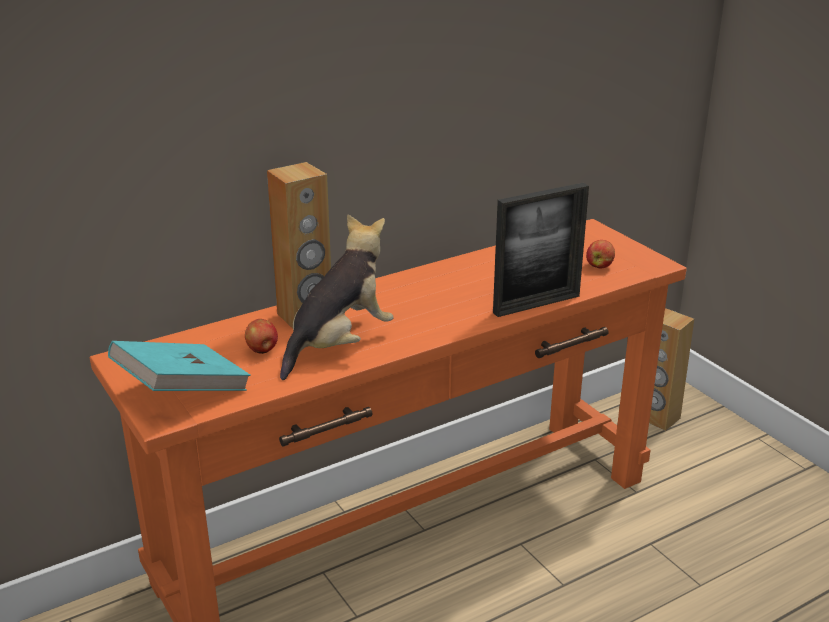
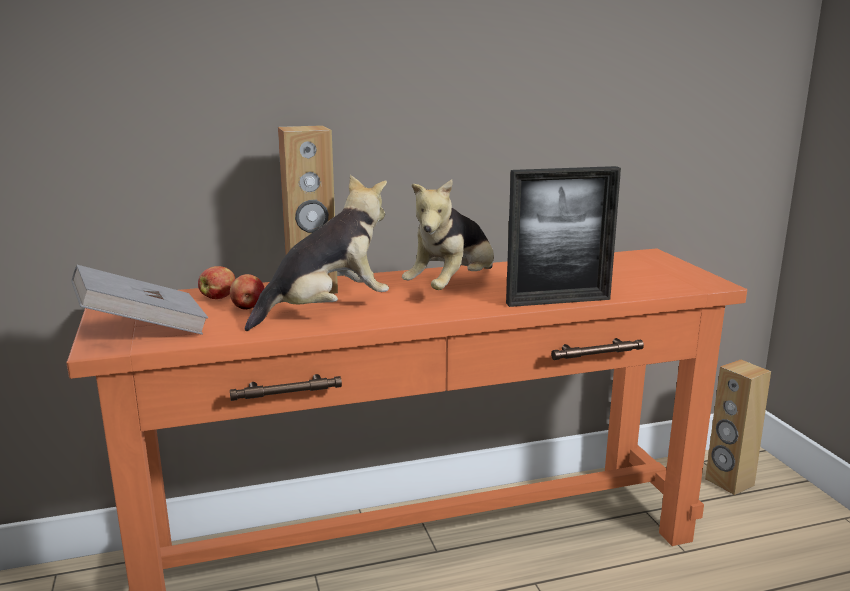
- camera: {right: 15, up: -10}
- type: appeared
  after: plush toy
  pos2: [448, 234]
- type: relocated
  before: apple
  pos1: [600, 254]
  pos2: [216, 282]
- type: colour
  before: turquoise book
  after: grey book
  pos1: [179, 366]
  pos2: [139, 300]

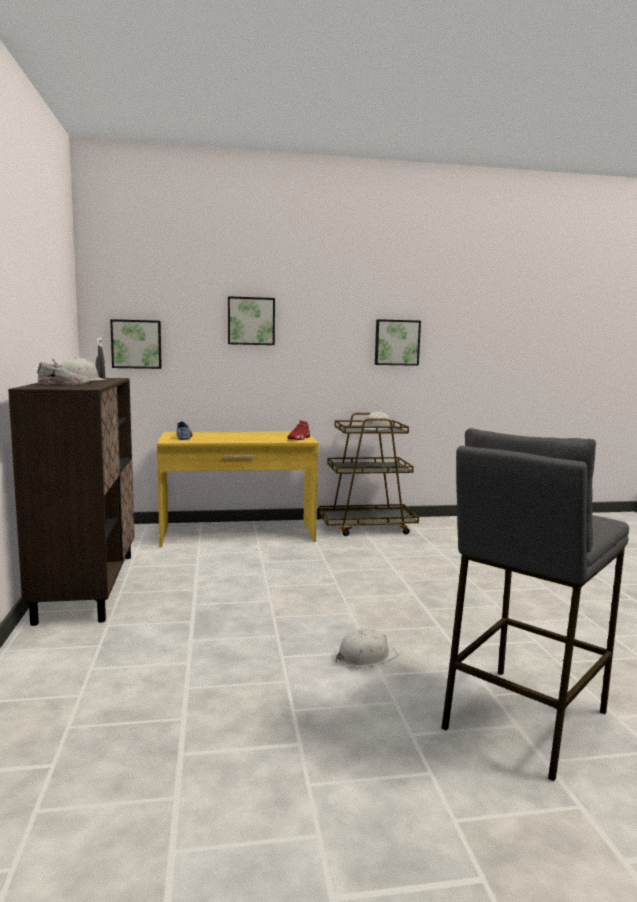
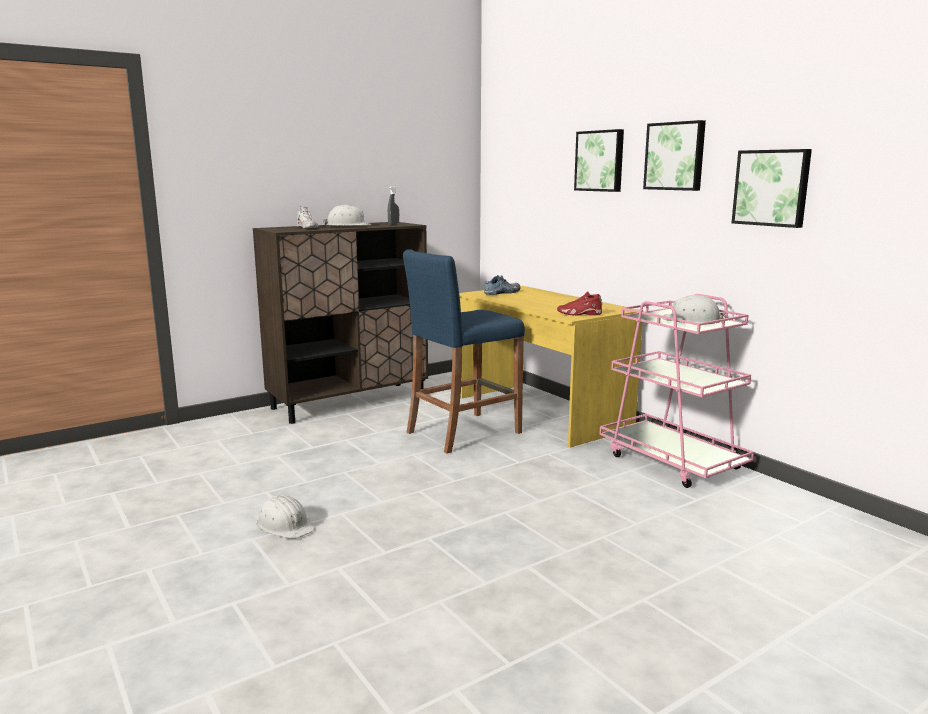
- camera: {right: 65, up: 5}
- type: missing
  before: grey stool
  pos1: [535, 604]
- type: appeared
  after: blue stool
  pos2: [464, 351]
- type: relocated
  before: picture
  pos1: [136, 344]
  pos2: [674, 155]
- type: colour
  before: brown cart
  after: pink cart
  pos1: [369, 474]
  pos2: [676, 391]

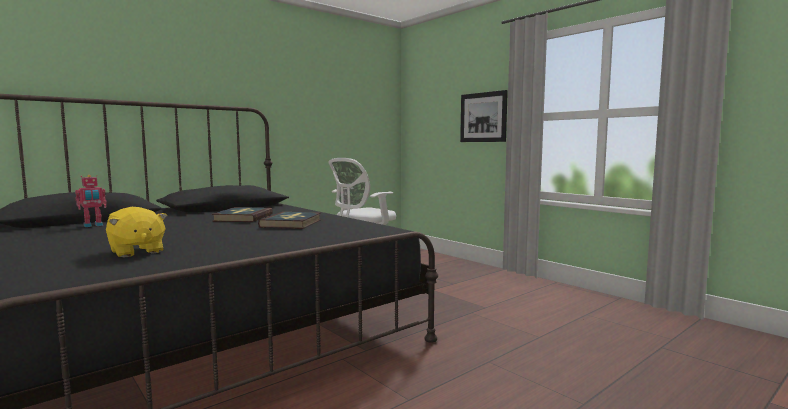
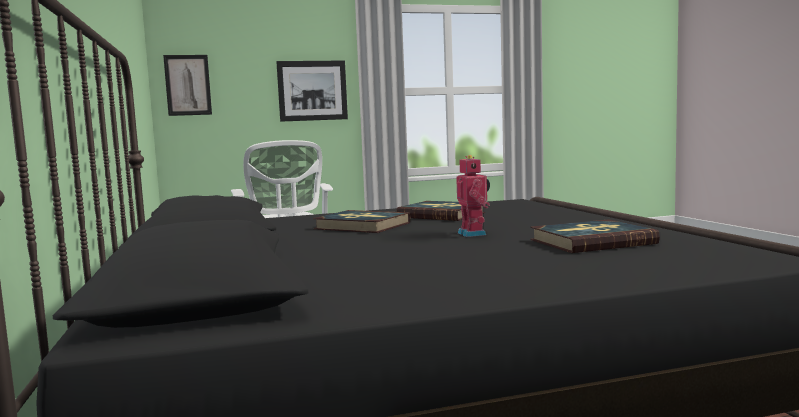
- camera: {right: -65, up: 0}
- type: appeared
  after: picture
  pos2: [187, 85]
- type: relocated
  before: toy robot
  pos1: [91, 201]
  pos2: [473, 196]
- type: exchanged
  before: yellow plush toy
  after: book
  pos1: [137, 232]
  pos2: [595, 236]

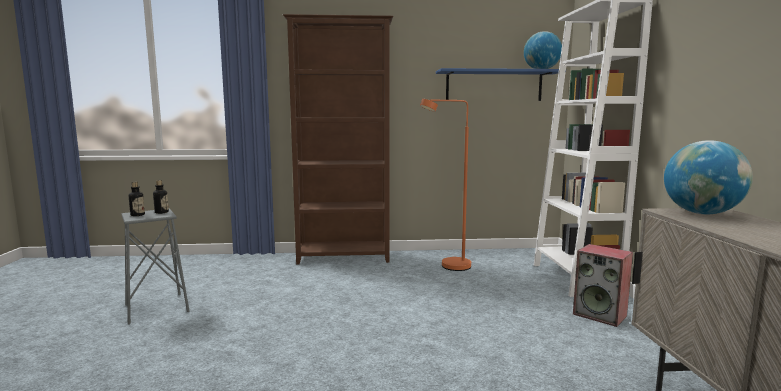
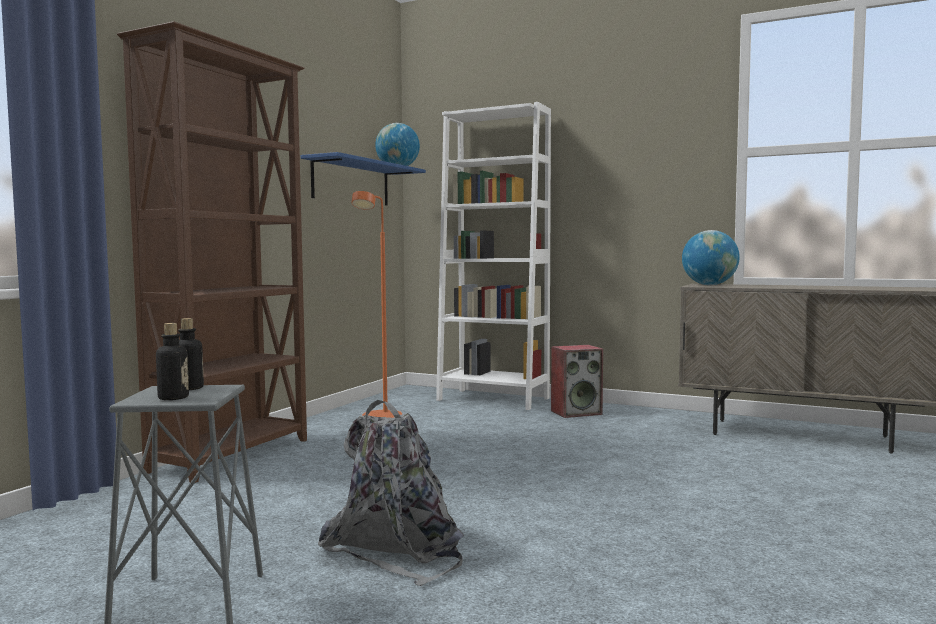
- camera: {right: -60, up: -5}
- type: appeared
  after: grey backpack
  pos2: [391, 493]

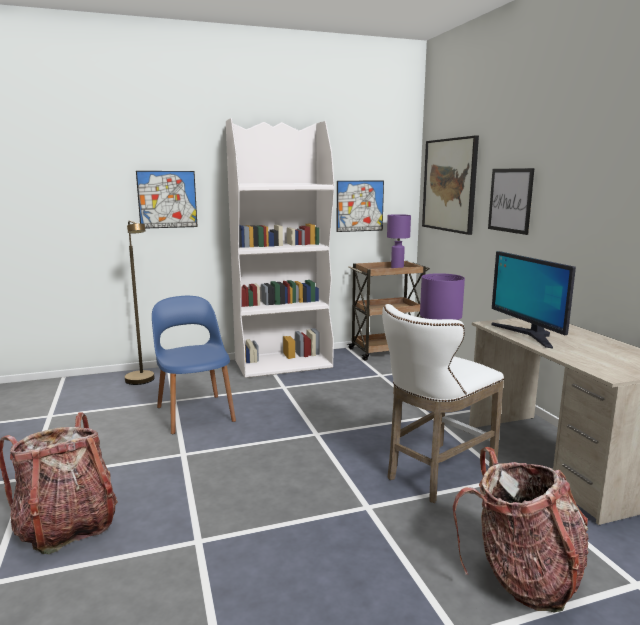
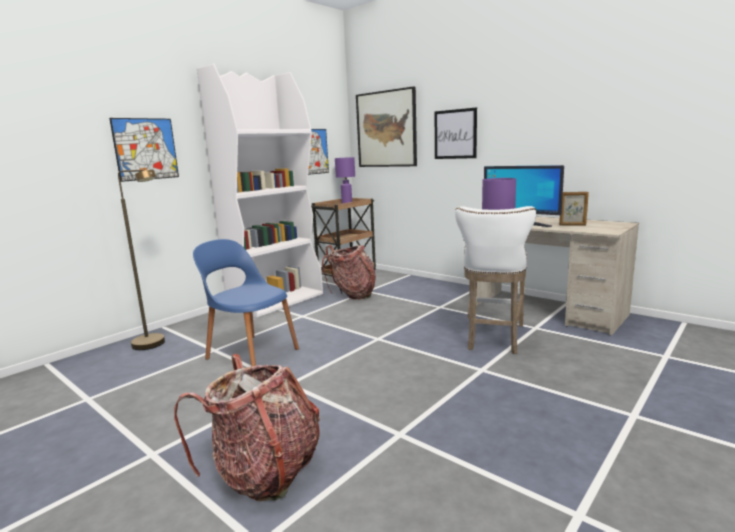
- camera: {right: -30, up: 0}
- type: appeared
  after: picture frame
  pos2: [574, 208]
- type: relocated
  before: backpack
  pos1: [520, 529]
  pos2: [349, 272]

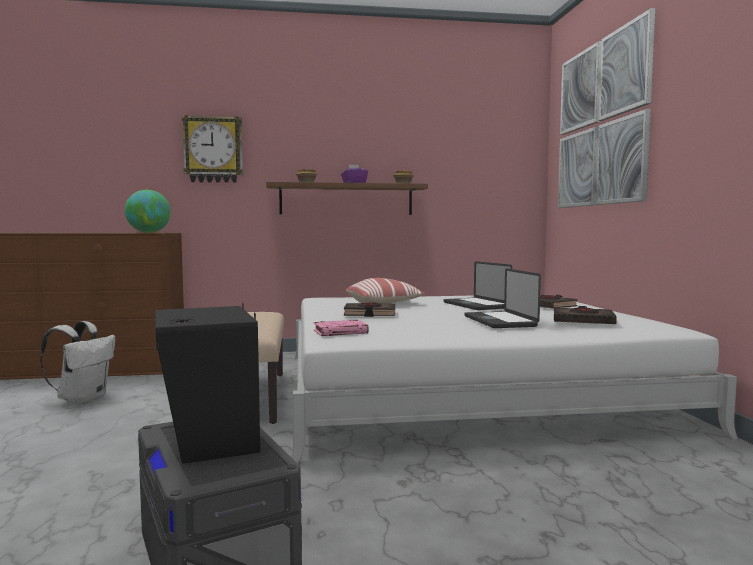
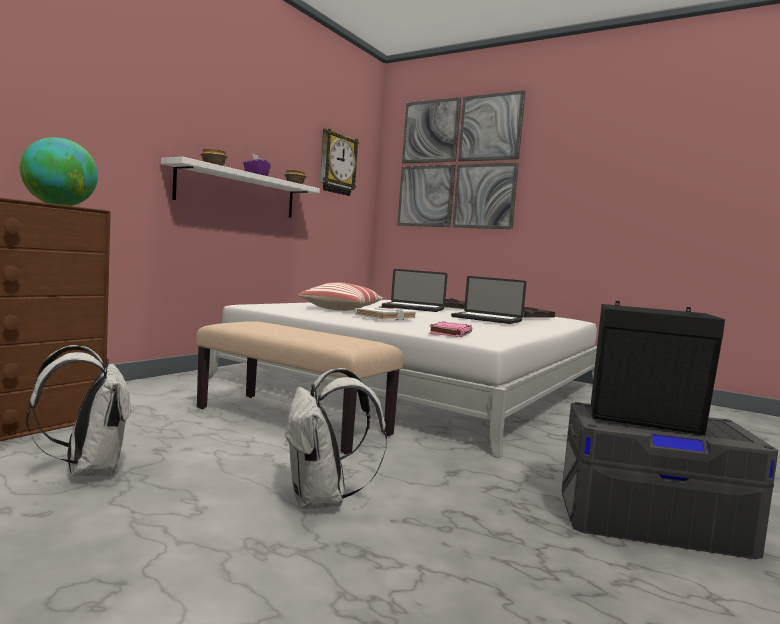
- camera: {right: -50, up: 0}
- type: appeared
  after: white backpack
  pos2: [335, 438]
- type: relocated
  before: wall clock
  pos1: [212, 149]
  pos2: [339, 162]
- type: colour
  before: brown shelf
  after: white shelf
  pos1: [347, 198]
  pos2: [240, 187]
- type: colour
  before: black book
  after: white book
  pos1: [369, 309]
  pos2: [385, 313]

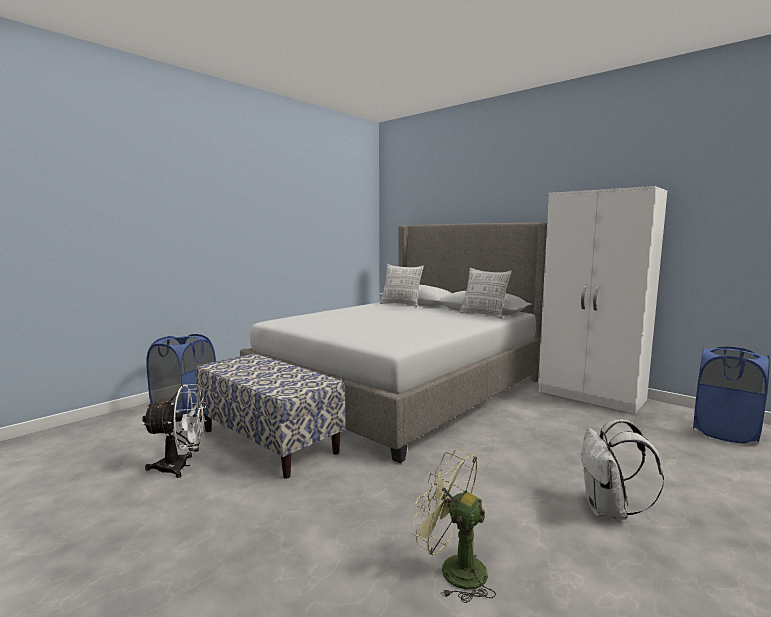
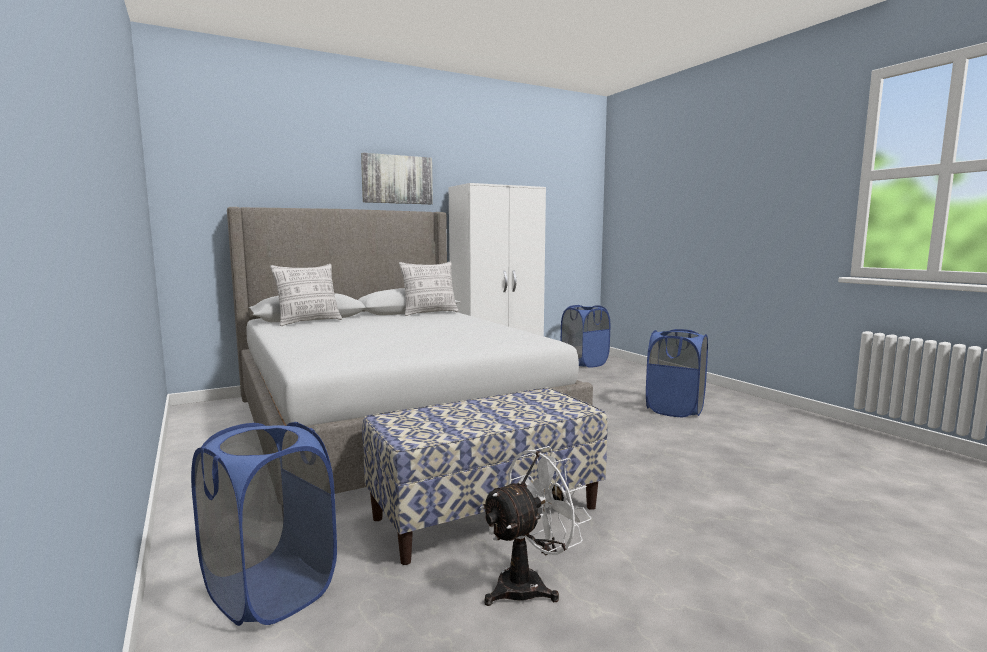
- camera: {right: -70, up: 0}
- type: missing
  before: green fan
  pos1: [453, 526]
- type: appeared
  after: picture
  pos2: [397, 178]
- type: exchanged
  before: white backpack
  after: blue laundry basket
  pos1: [622, 469]
  pos2: [677, 373]
- type: spun
  before: white fan
  pos1: [174, 431]
  pos2: [535, 526]
  turn: 45

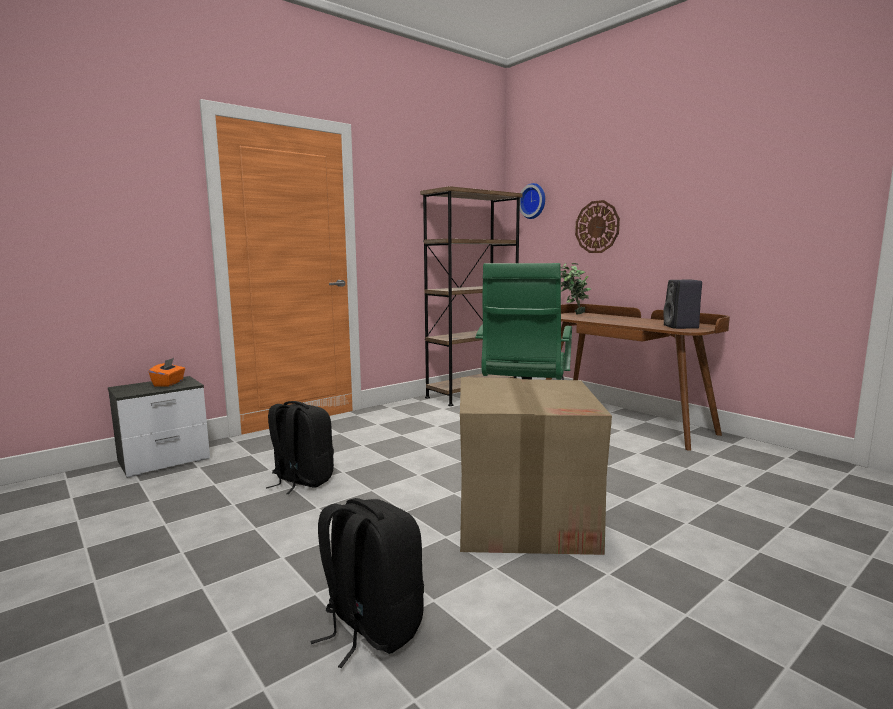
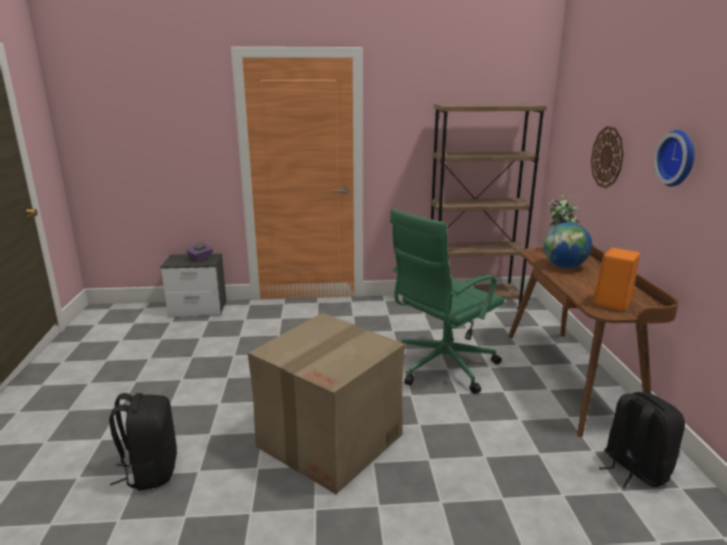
- camera: {right: 35, up: 10}
- type: appeared
  after: globe
  pos2: [568, 245]
- type: relocated
  before: black backpack
  pos1: [300, 447]
  pos2: [642, 440]
- type: relocated
  before: wall clock
  pos1: [532, 201]
  pos2: [674, 158]
- type: colour
  before: orange tissue box
  after: purple tissue box
  pos1: [167, 372]
  pos2: [199, 252]
- type: colour
  before: black speaker
  after: orange speaker
  pos1: [682, 304]
  pos2: [617, 279]

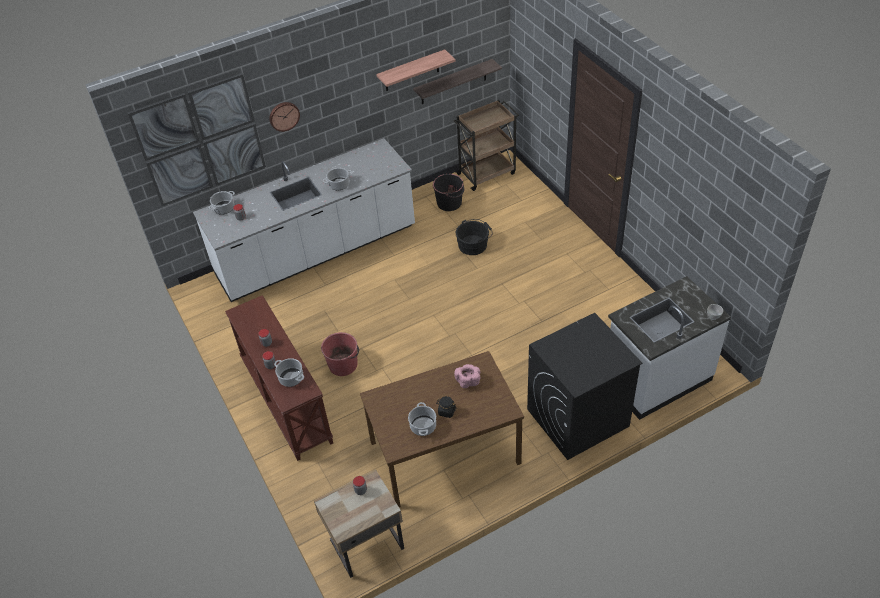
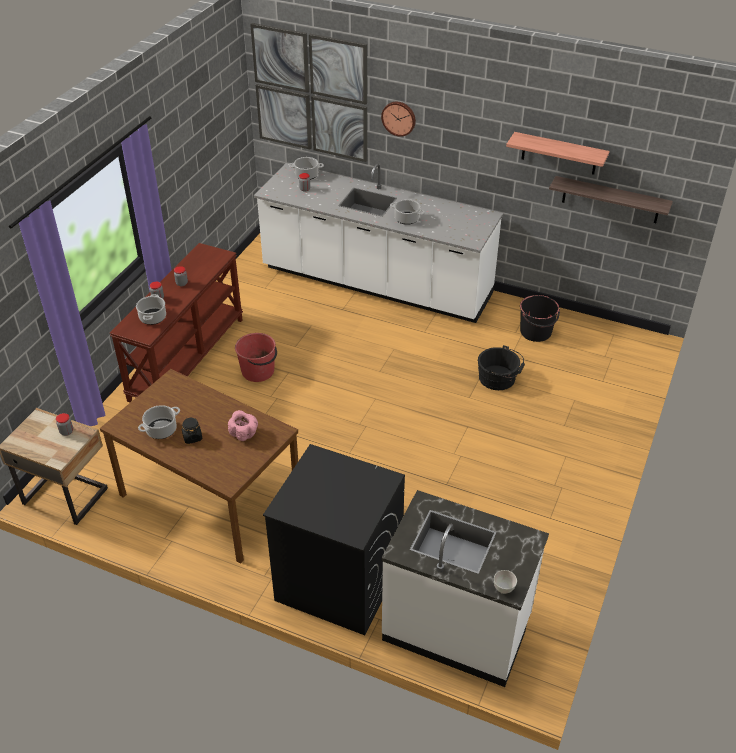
- camera: {right: 50, up: -5}
- type: missing
  before: brown cart
  pos1: [486, 145]

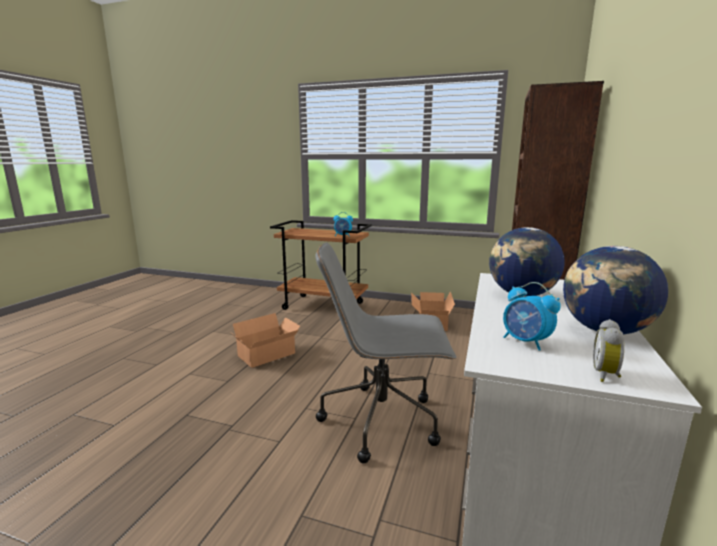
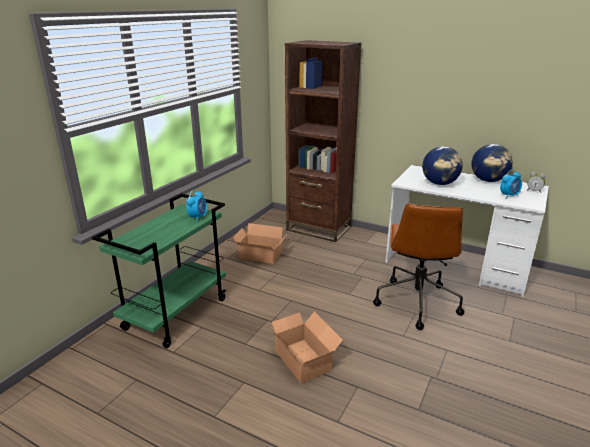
- camera: {right: -80, up: 10}
- type: colour
  before: brown cart
  after: green cart
  pos1: [321, 265]
  pos2: [159, 270]
- type: colour
  before: grey office chair
  after: brown office chair
  pos1: [386, 352]
  pos2: [419, 267]

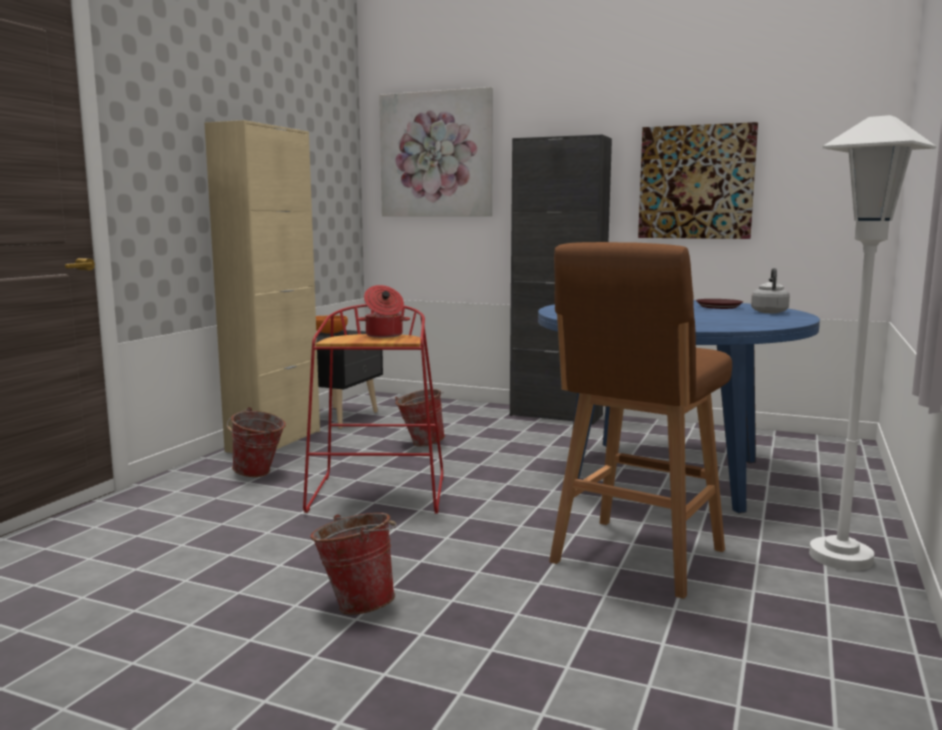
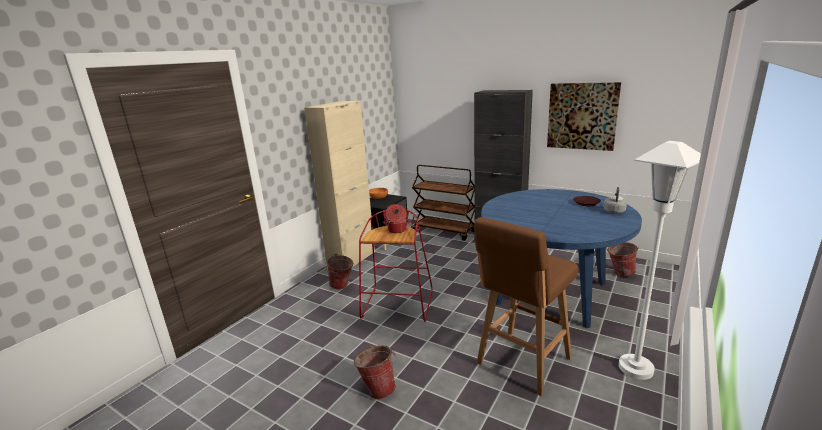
- camera: {right: 10, up: 10}
- type: missing
  before: picture
  pos1: [436, 151]
- type: appeared
  after: brown cart
  pos2: [443, 203]
- type: relocated
  before: bucket
  pos1: [420, 417]
  pos2: [623, 259]

